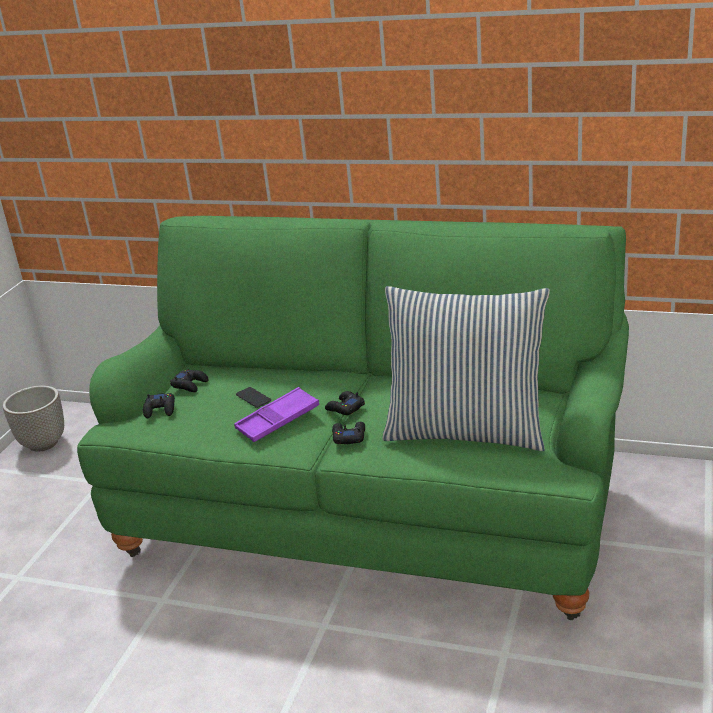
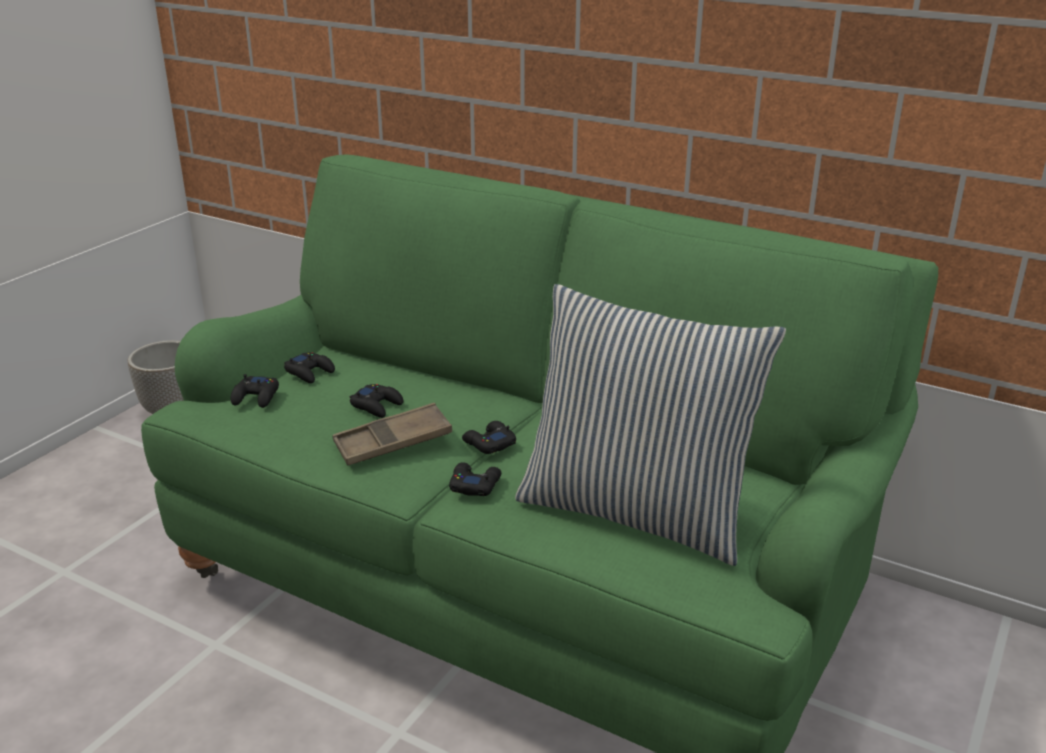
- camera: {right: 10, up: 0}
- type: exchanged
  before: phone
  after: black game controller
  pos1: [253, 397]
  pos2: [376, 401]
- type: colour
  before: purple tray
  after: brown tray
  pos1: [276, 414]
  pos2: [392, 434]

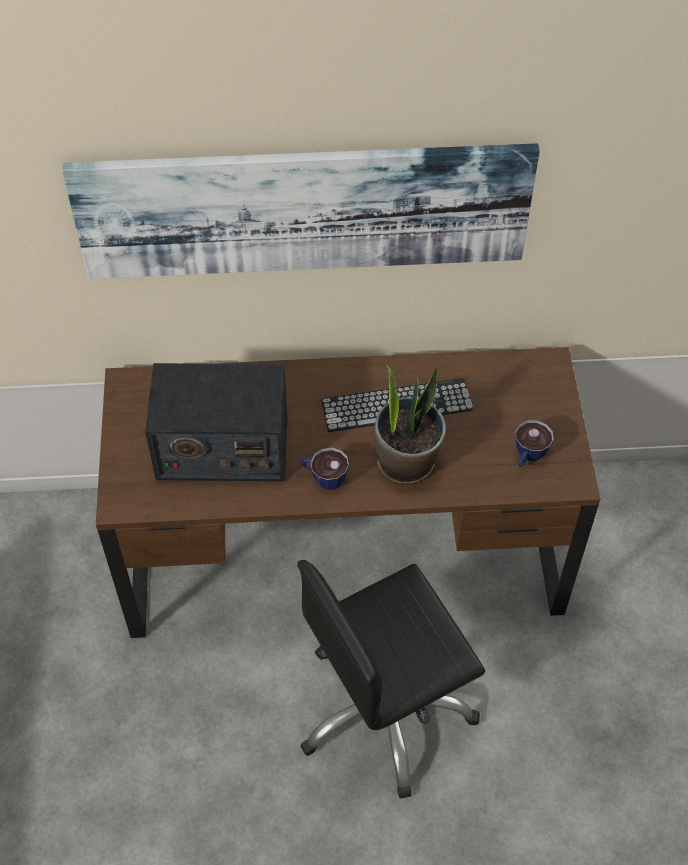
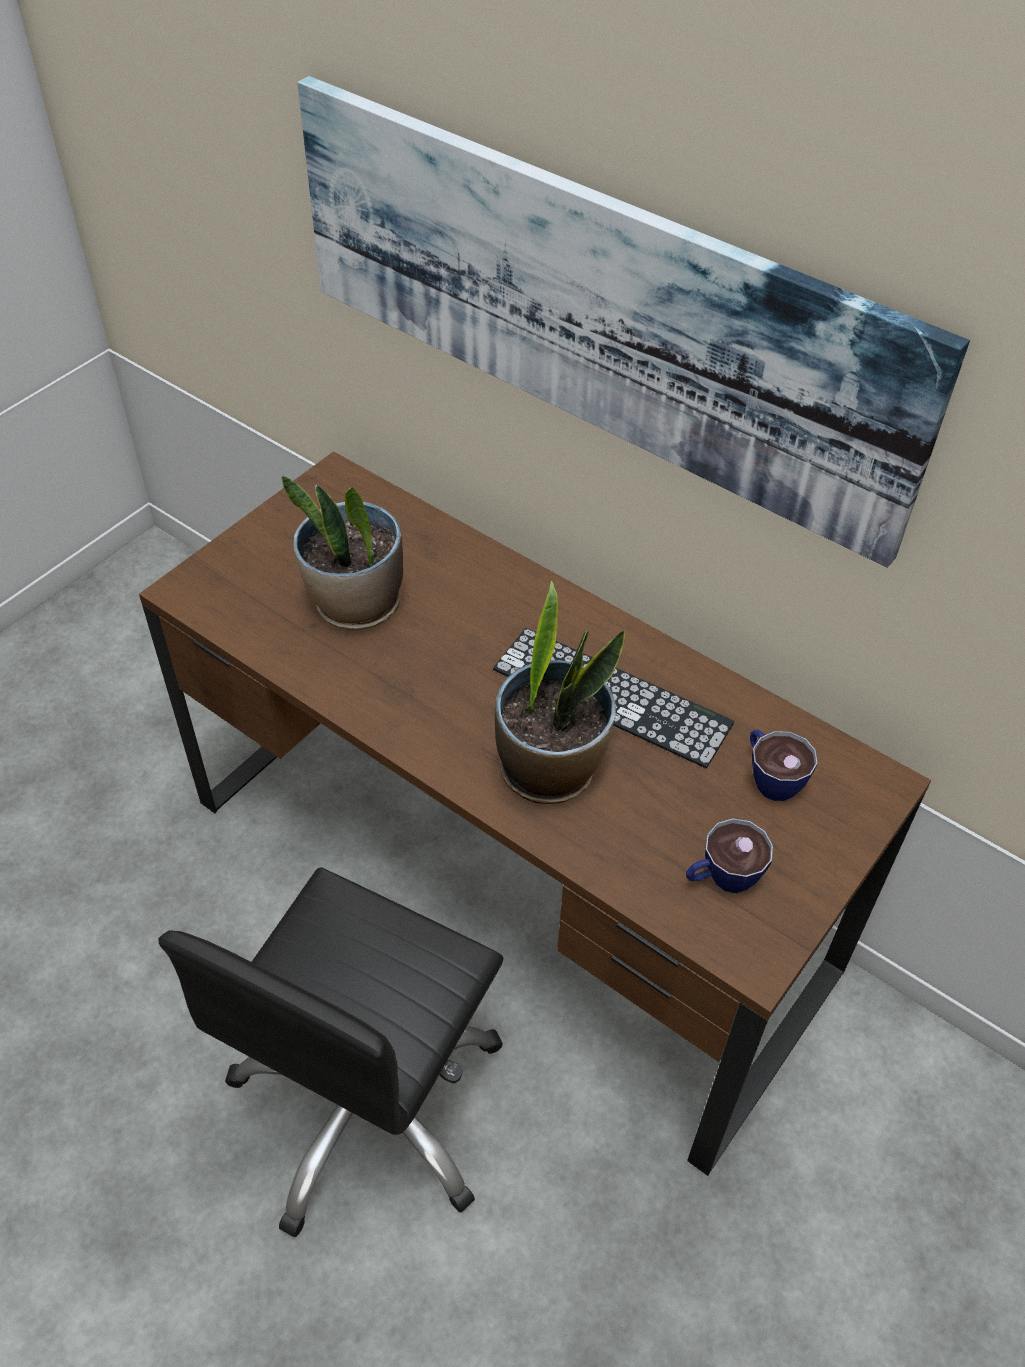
- camera: {right: 40, up: -5}
- type: relocated
  before: cup
  pos1: [325, 468]
  pos2: [784, 765]
- type: exchanged
  before: radio
  after: potted plant
  pos1: [216, 422]
  pos2: [342, 552]
- type: spun
  before: black office chair
  pos1: [391, 679]
  pos2: [330, 1052]
  turn: -75

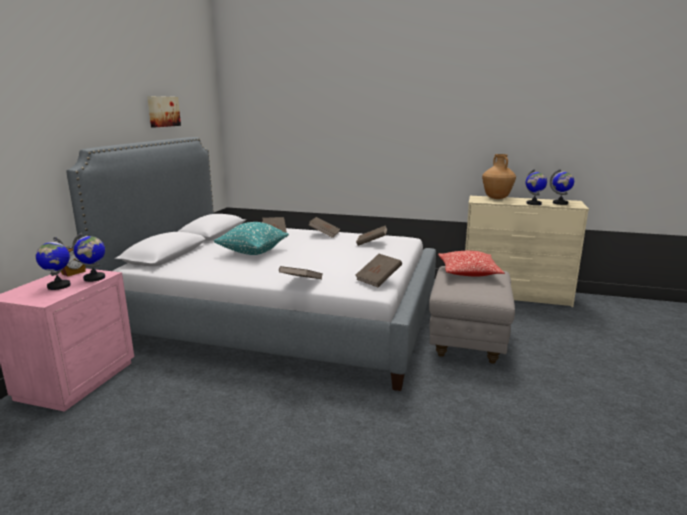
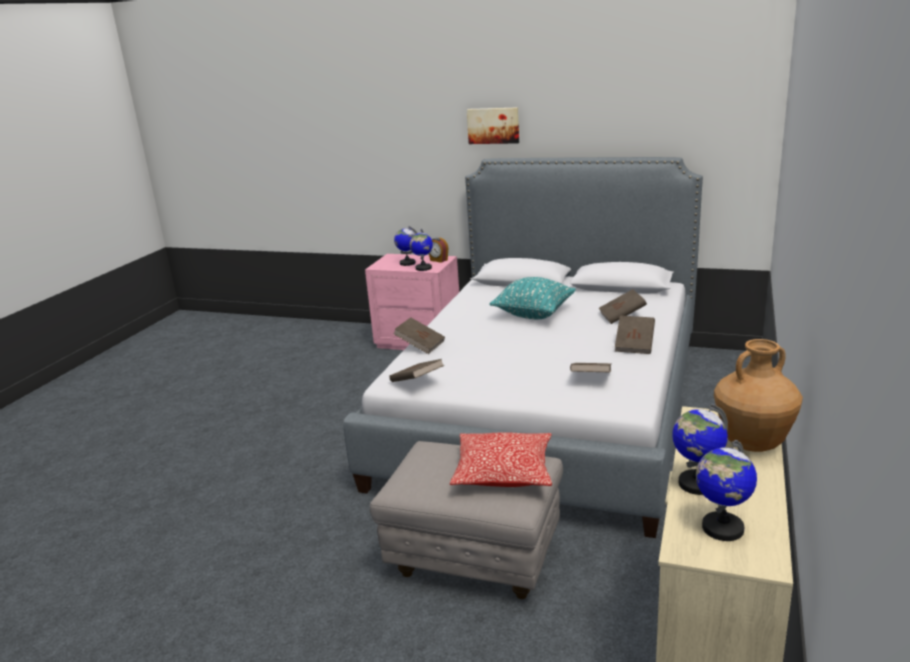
- camera: {right: 95, up: 5}
- type: relocated
  before: picture
  pos1: [164, 112]
  pos2: [493, 125]

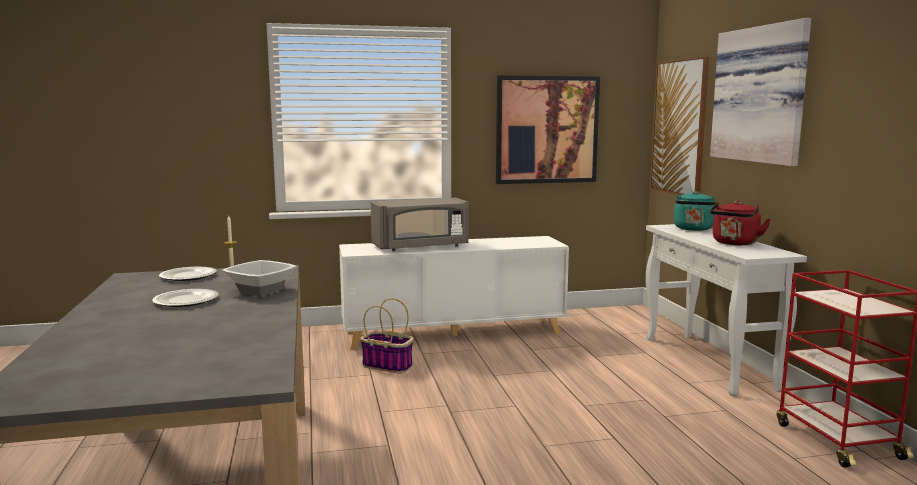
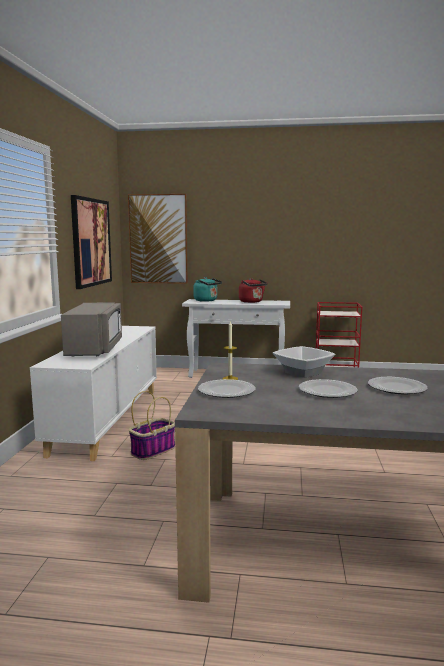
- camera: {right: -70, up: 0}
- type: missing
  before: picture
  pos1: [760, 92]
- type: appeared
  after: plate
  pos2: [398, 385]

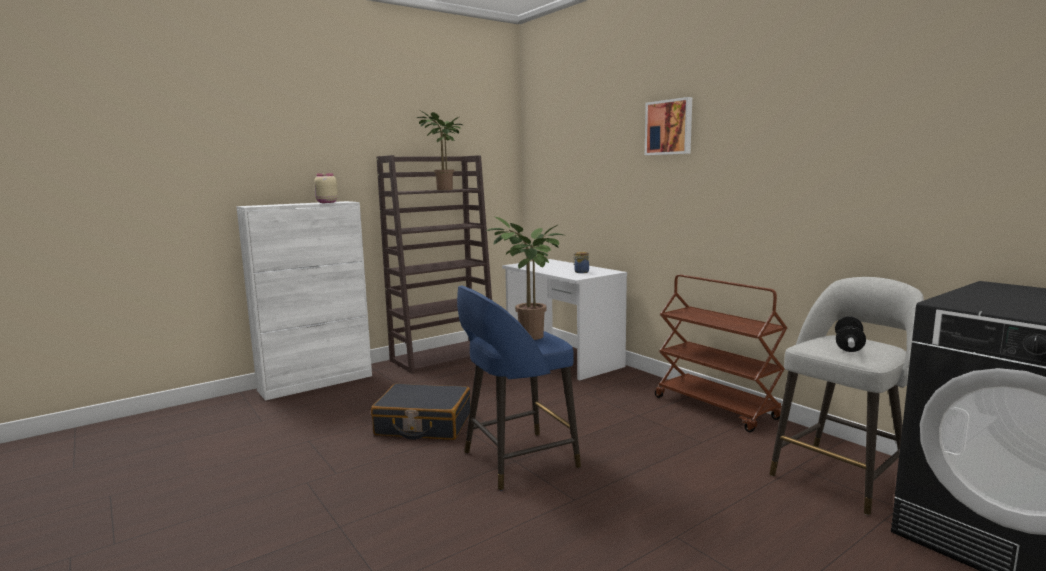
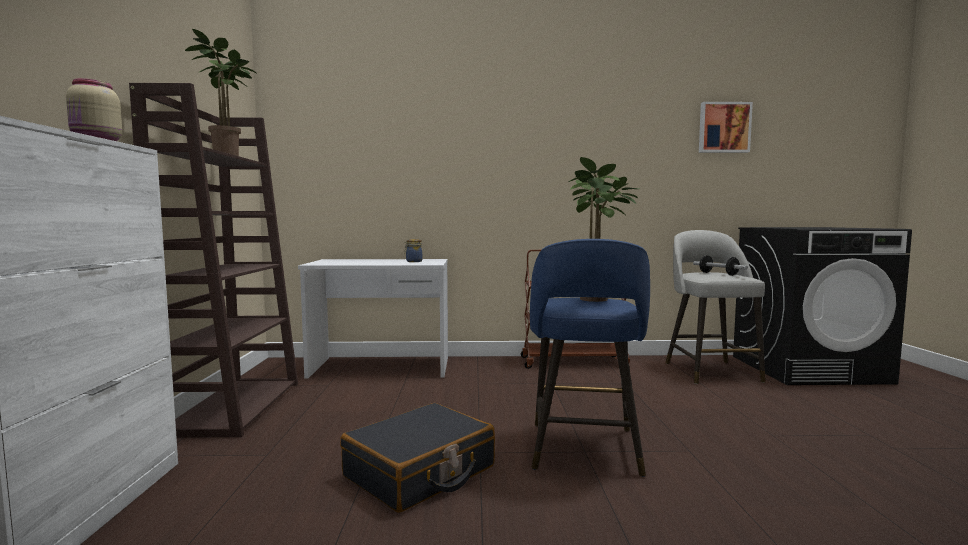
- camera: {right: -55, up: -5}
- type: relocated
  before: picture
  pos1: [668, 126]
  pos2: [726, 127]

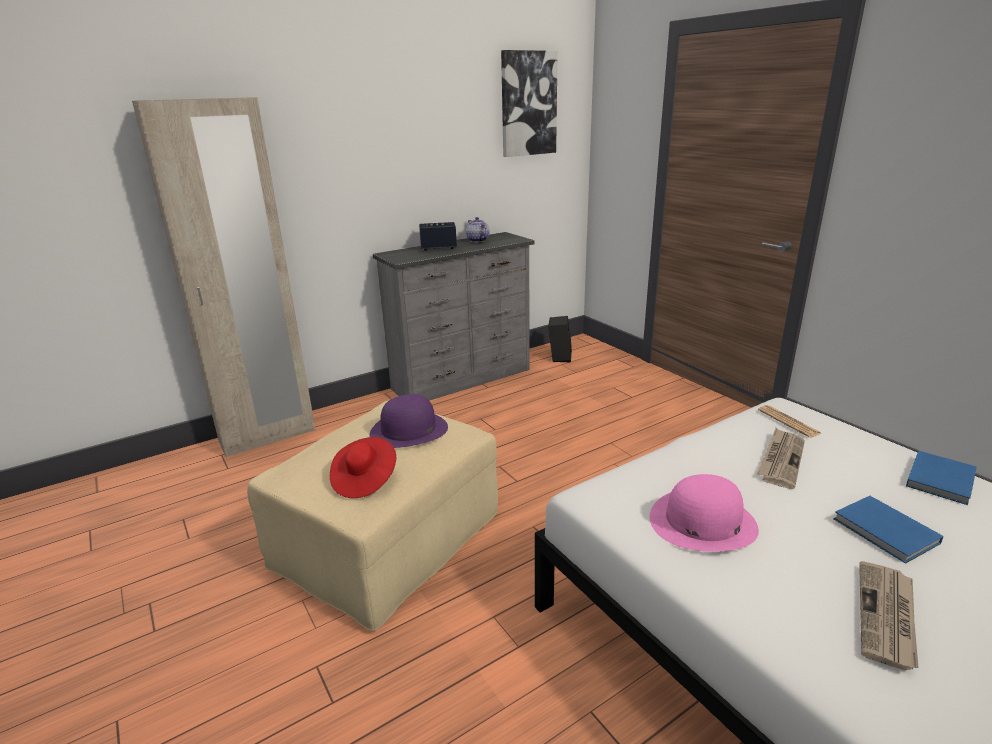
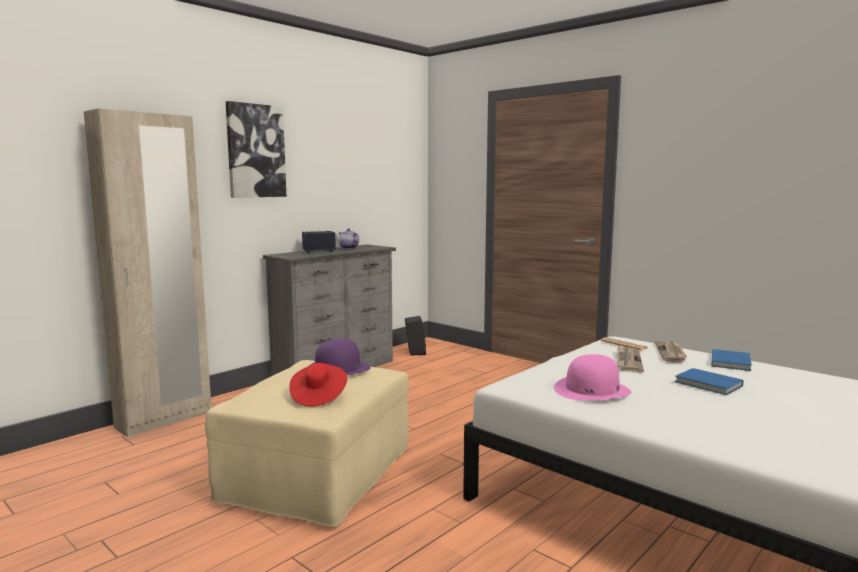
- camera: {right: -15, up: -15}
- type: relocated
  before: picture
  pos1: [529, 103]
  pos2: [256, 149]
- type: relocated
  before: newspaper
  pos1: [889, 615]
  pos2: [671, 351]

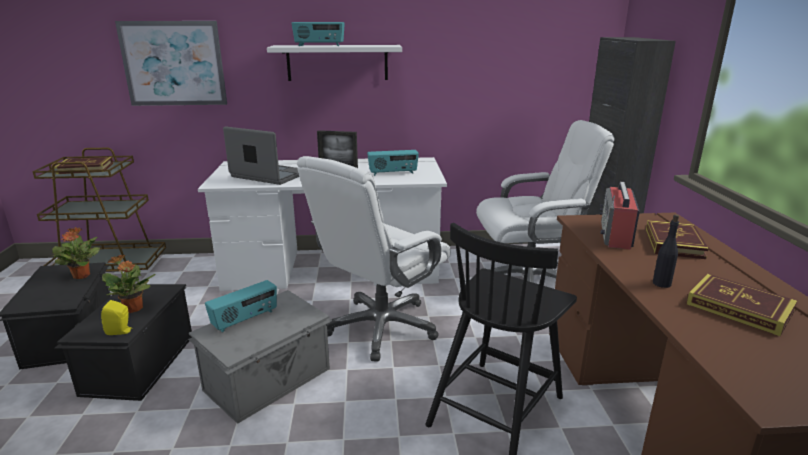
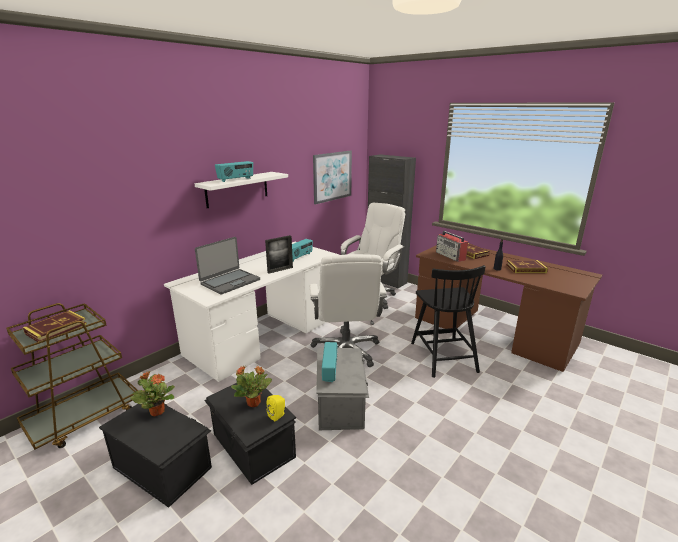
- camera: {right: -45, up: 0}
- type: relocated
  before: picture
  pos1: [171, 63]
  pos2: [332, 177]
- type: spun
  before: laptop
  pos1: [261, 155]
  pos2: [227, 266]
  turn: 150

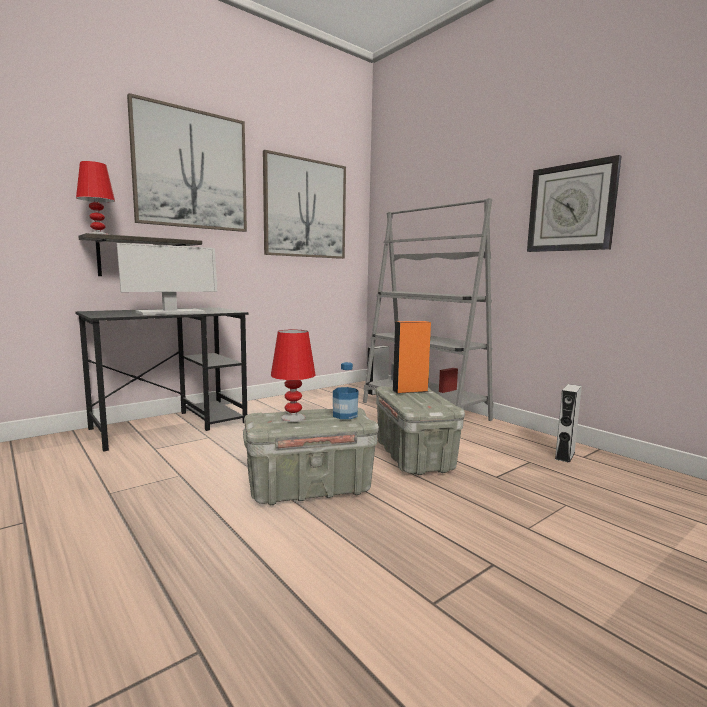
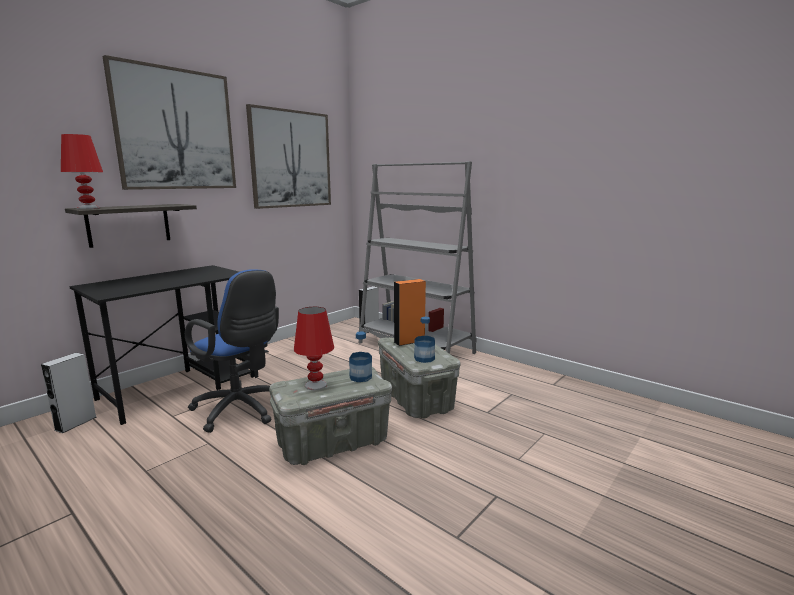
- camera: {right: -10, up: 5}
- type: missing
  before: monitor
  pos1: [167, 279]
- type: missing
  before: wall clock
  pos1: [574, 203]
- type: appeared
  after: blue office chair
  pos2: [232, 351]
- type: appeared
  after: bottle
  pos2: [424, 340]
- type: relocated
  before: grey speaker
  pos1: [568, 423]
  pos2: [68, 393]

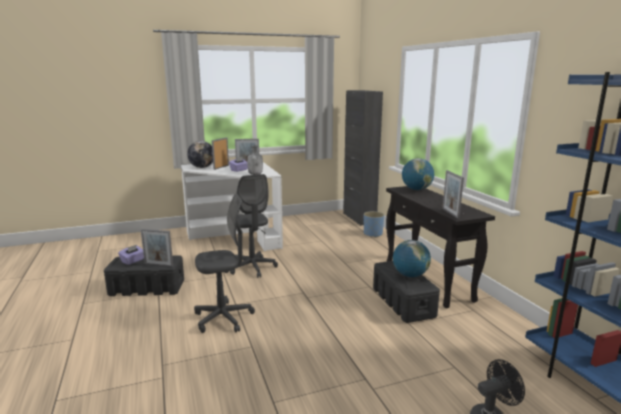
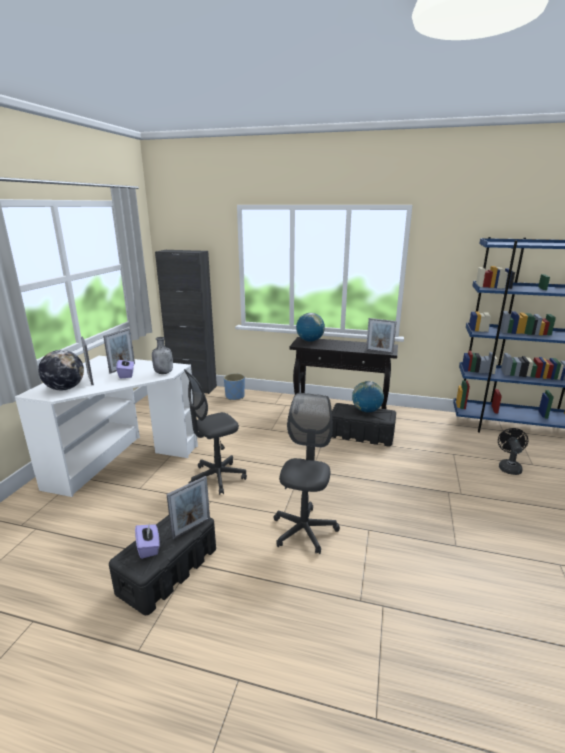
- camera: {right: -55, up: 5}
- type: spun
  before: grey office chair
  pos1: [254, 226]
  pos2: [215, 432]
  turn: 135

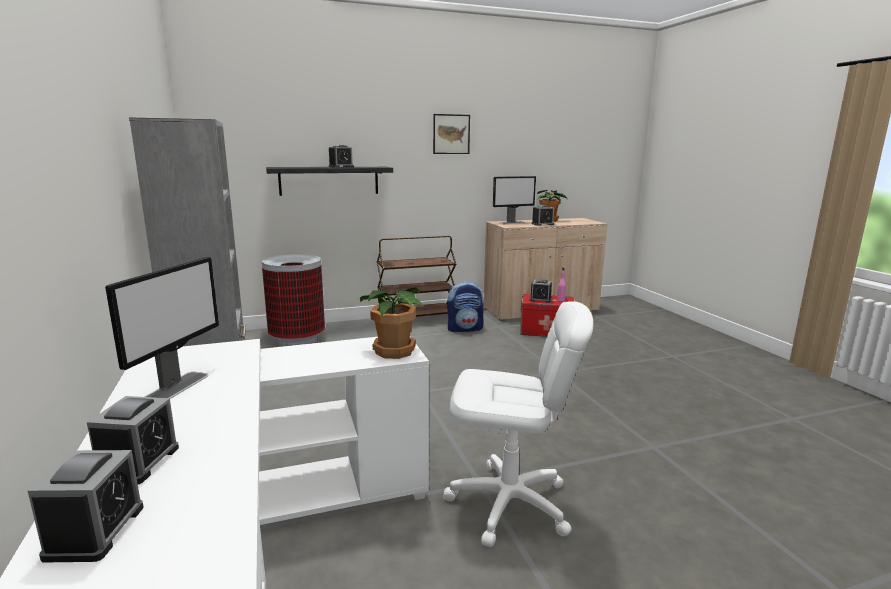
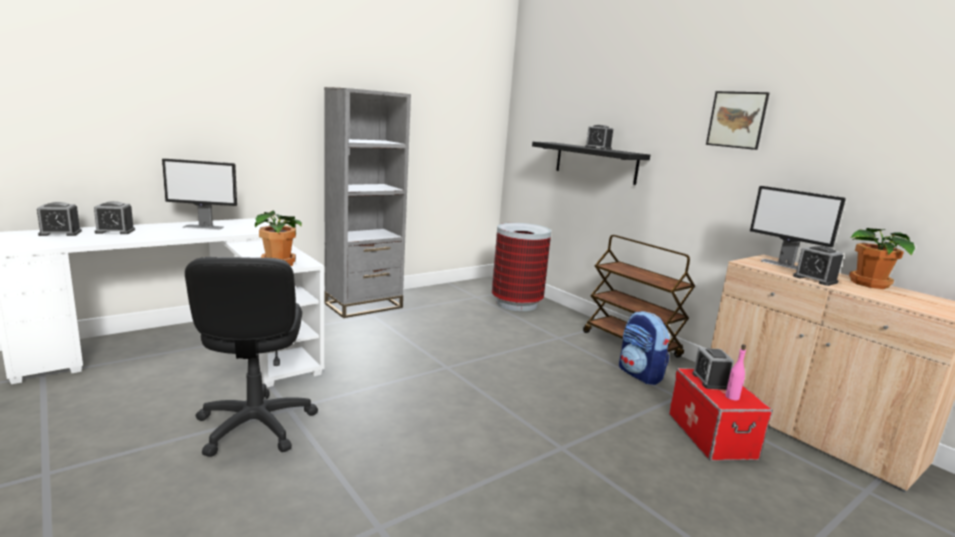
- camera: {right: 70, up: 0}
- type: colour
  before: white office chair
  after: black office chair
  pos1: [518, 424]
  pos2: [251, 357]

